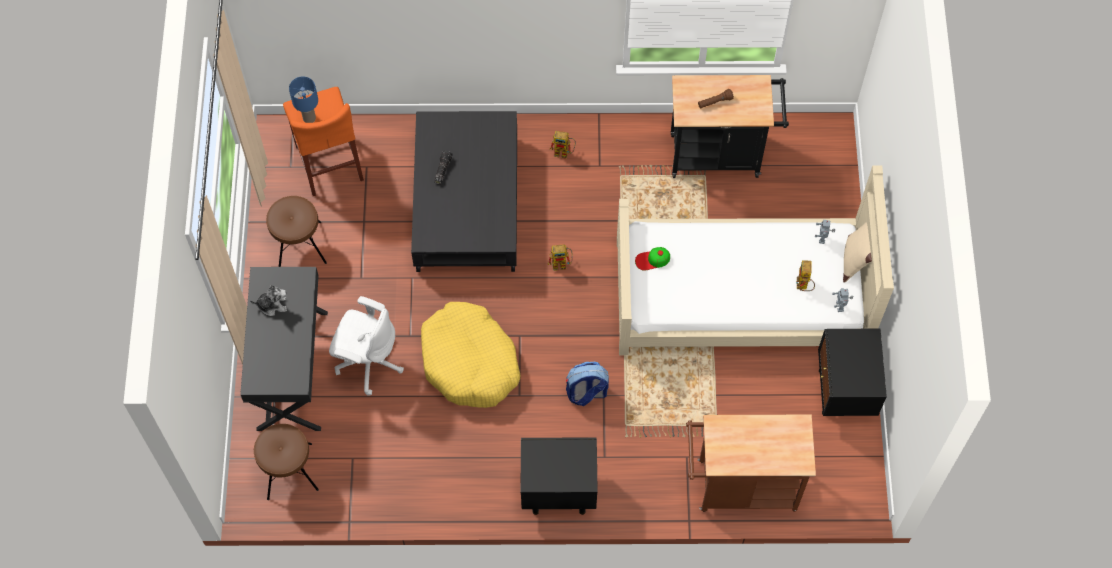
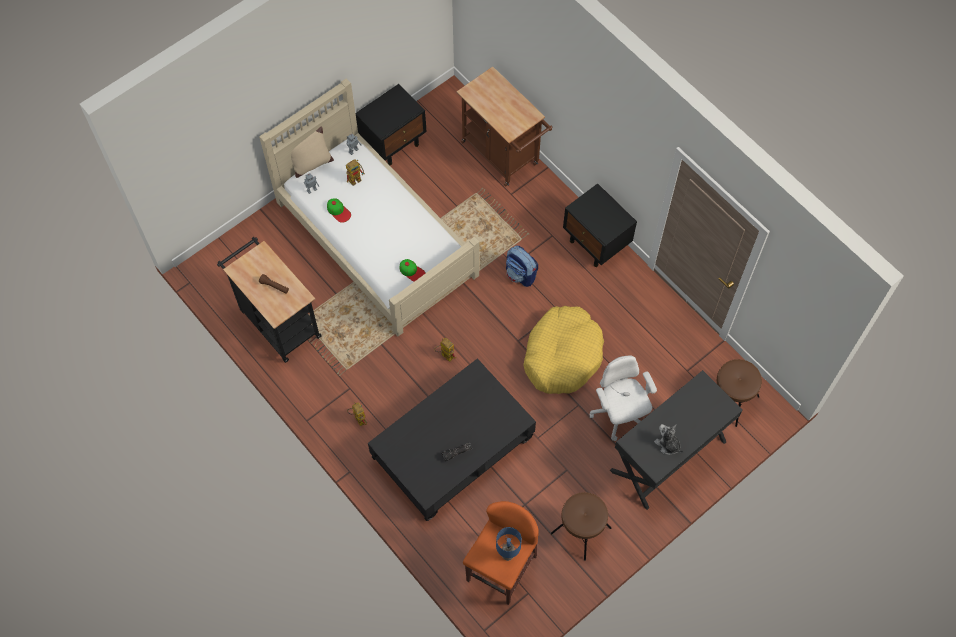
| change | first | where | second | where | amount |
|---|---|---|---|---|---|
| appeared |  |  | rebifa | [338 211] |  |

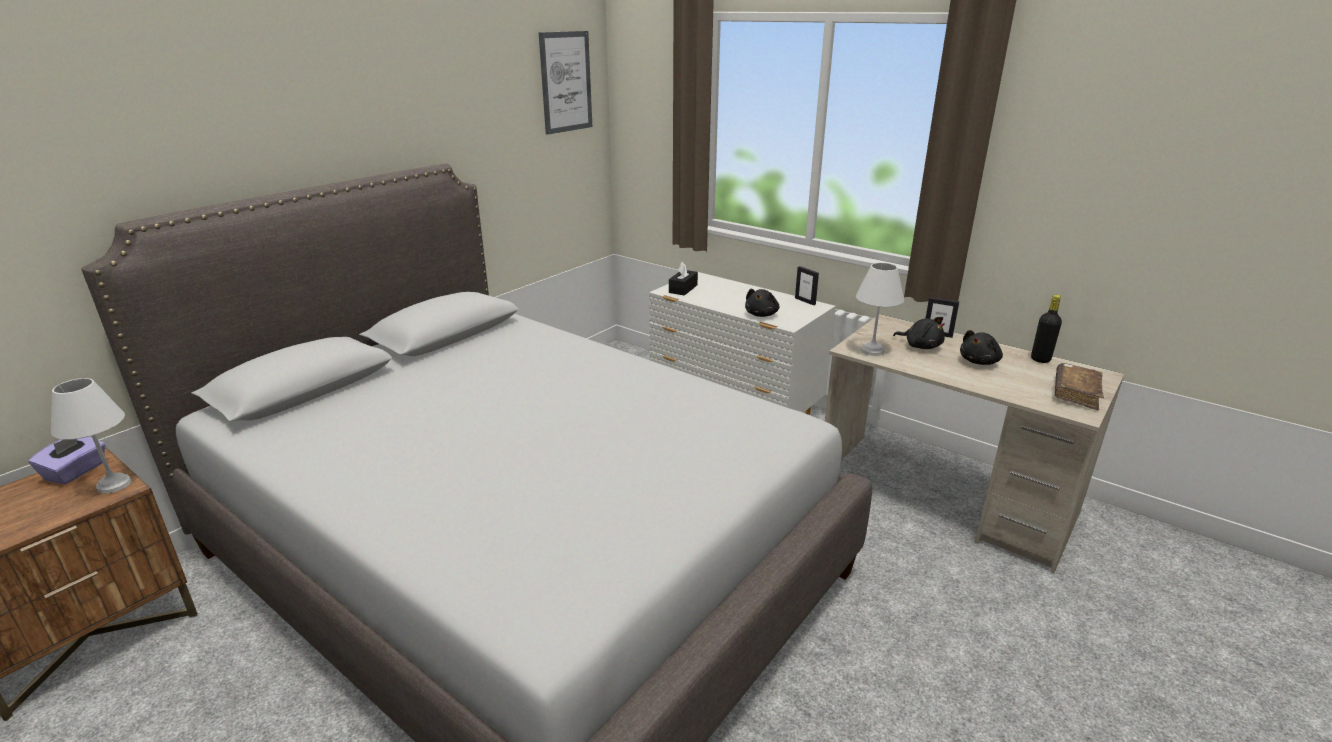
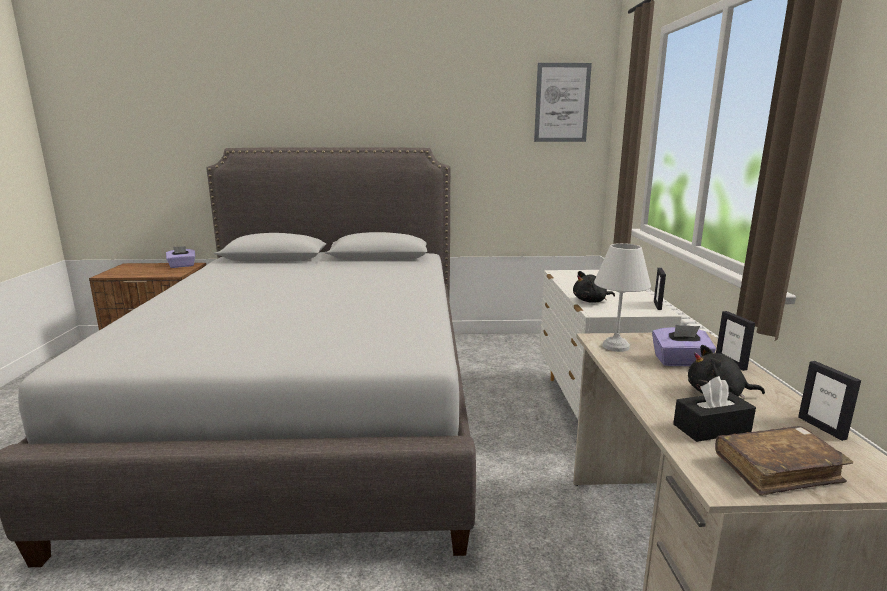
| change | first | where | second | where | amount |
|---|---|---|---|---|---|
| missing | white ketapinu | [113 485] |  |  |  |
| relocated | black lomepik | [683 289] |  | [711 428] |  |
| exchanged | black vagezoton | [920 346] | purple lomepik | [680 362] |  |
| exchanged | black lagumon | [1040 359] | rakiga | [822 428] |  |

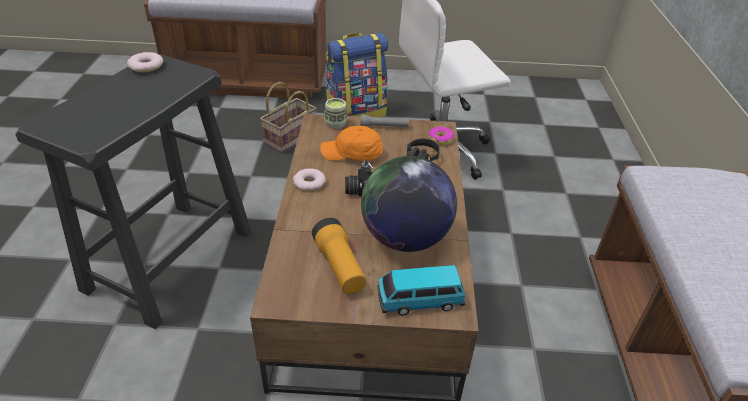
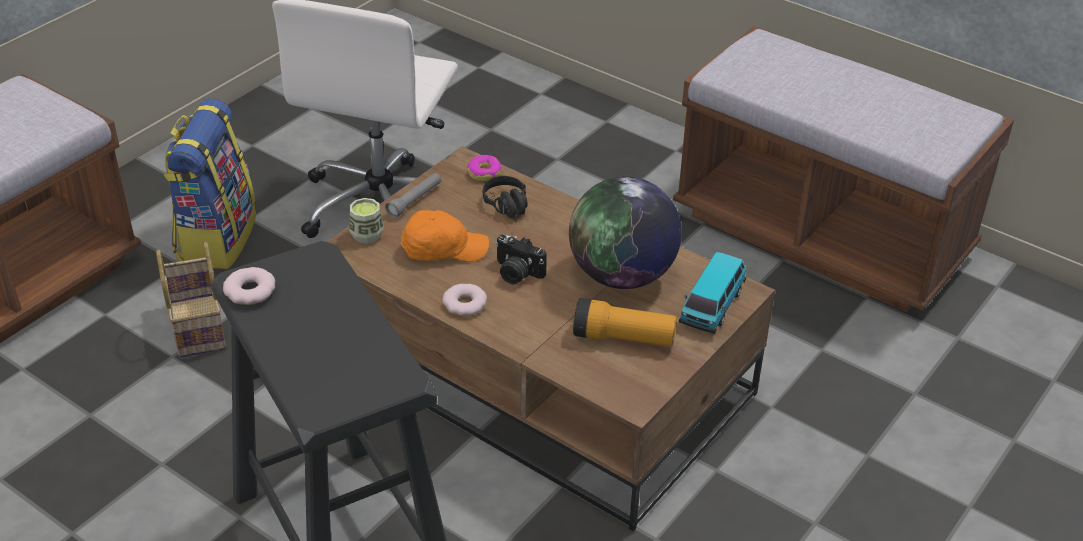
| change | first | where | second | where | amount |
|---|---|---|---|---|---|
| spun | orange rebifa | [352 154] |  | [443 249] | 135 degrees counterclockwise |

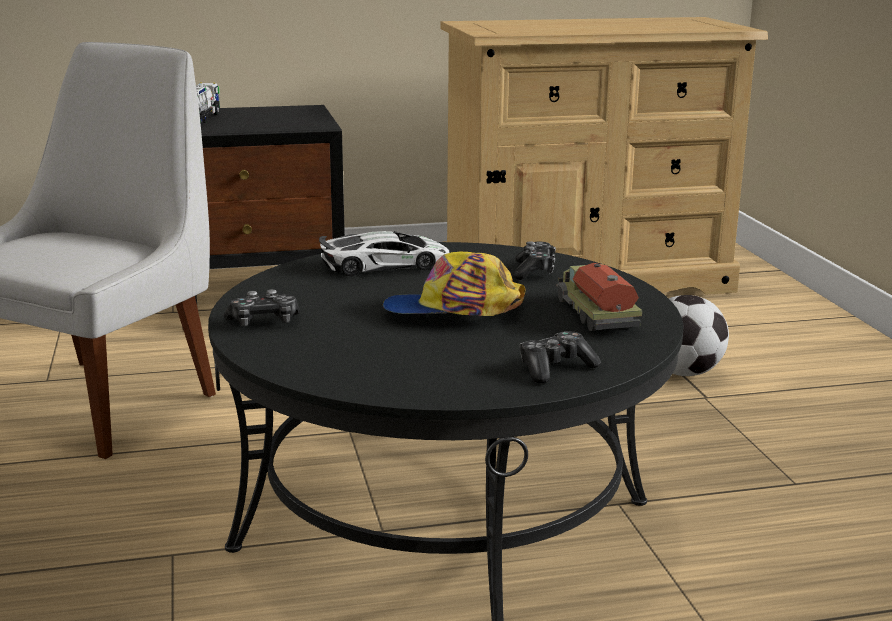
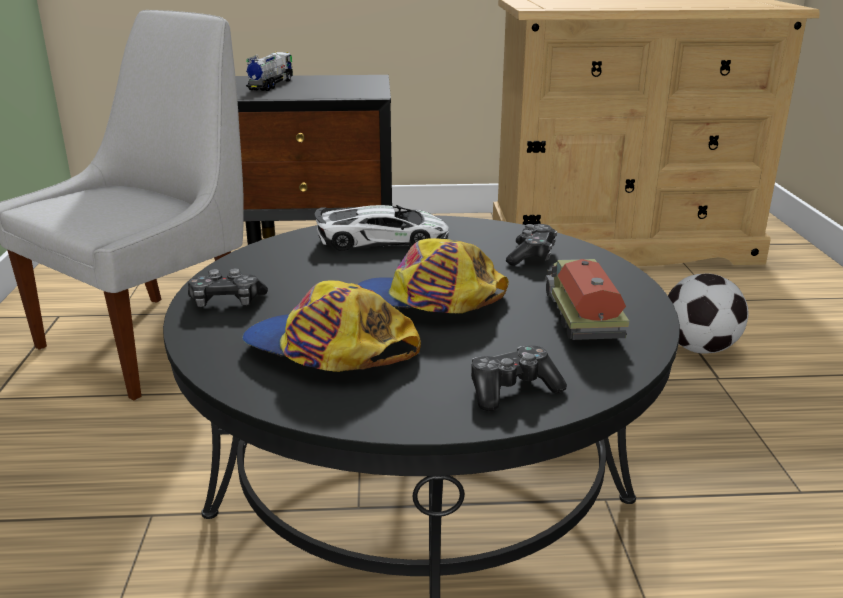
| change | first | where | second | where | amount |
|---|---|---|---|---|---|
| appeared |  |  | rebifa | [328 350] |  |

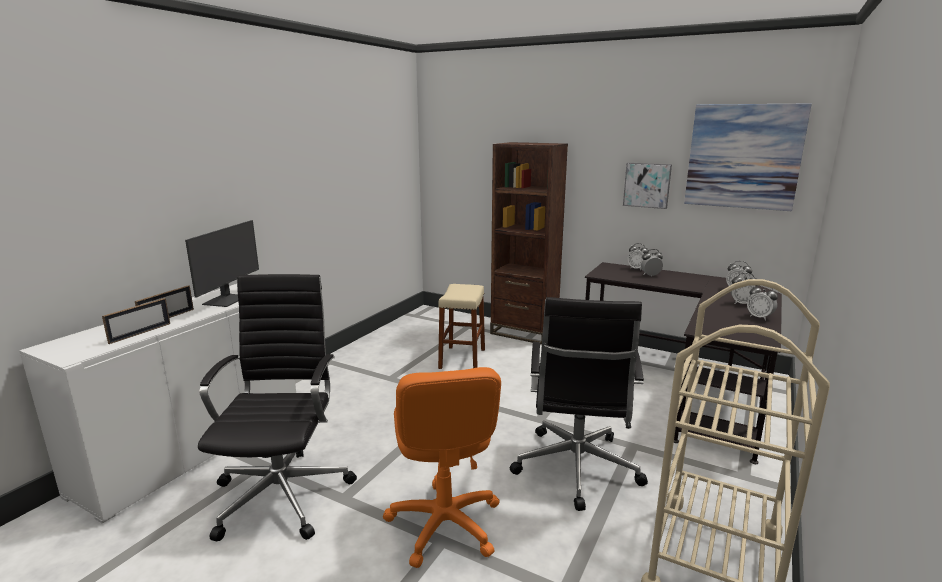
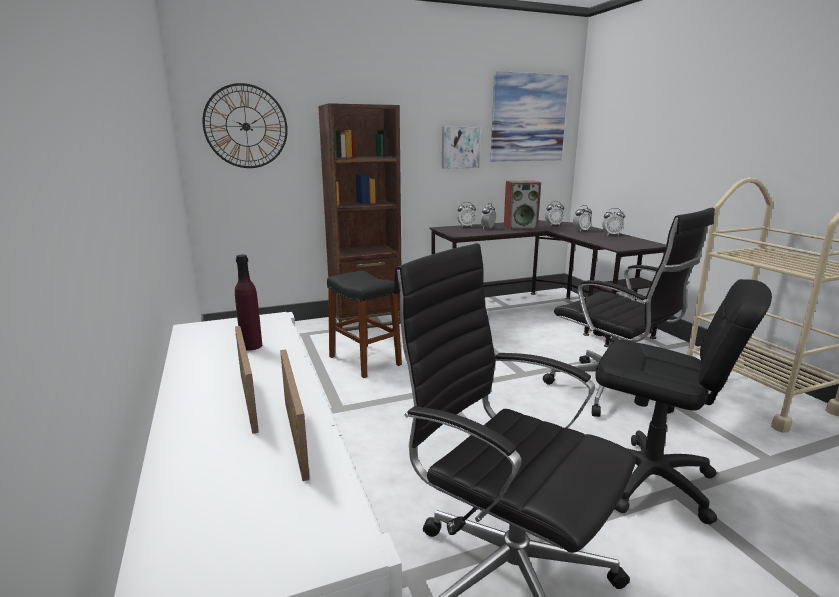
| change | first | where | second | where | amount |
|---|---|---|---|---|---|
| appeared |  |  | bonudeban | [246 126] |  |
| appeared |  |  | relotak | [520 228] |  |
| exchanged | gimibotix | [227 300] | purple lagumon | [251 346] |  |
| colour | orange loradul | [444 524] | black loradul | [650 480] |  |
| colour | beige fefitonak | [462 359] | black fefitonak | [364 360] |  |

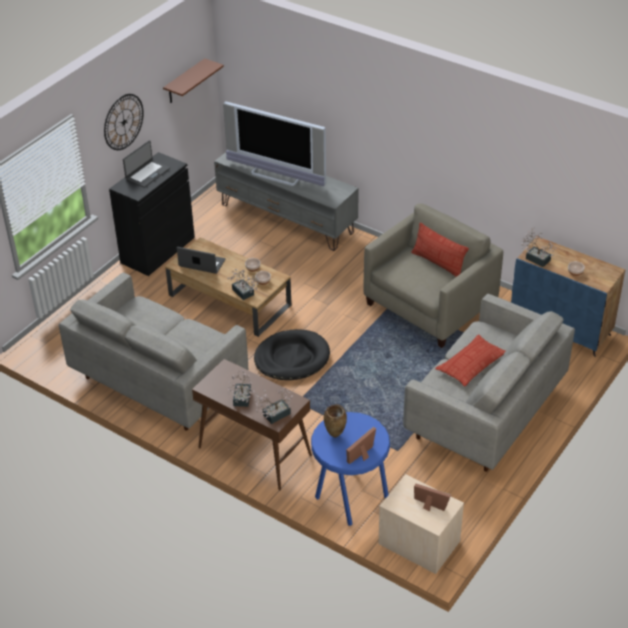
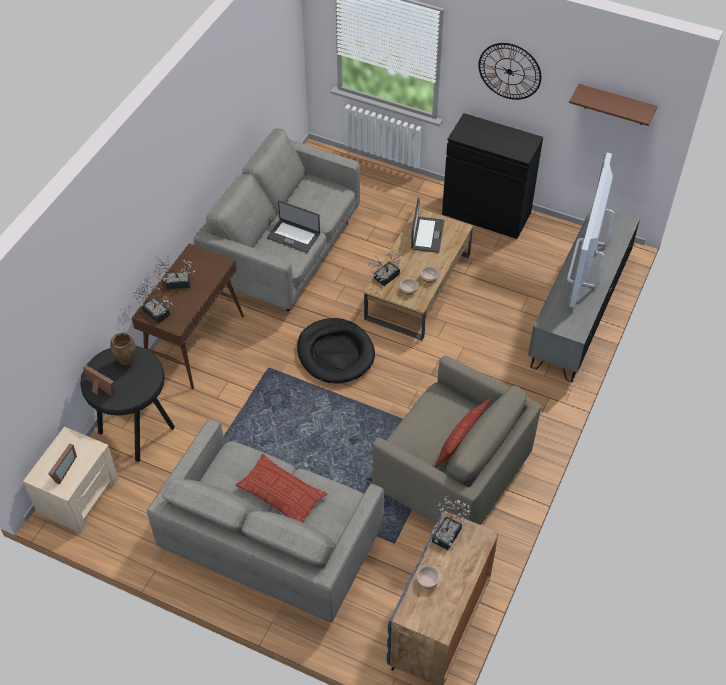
| change | first | where | second | where | amount |
|---|---|---|---|---|---|
| relocated | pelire | [147 174] |  | [294 236] |  |
| colour | blue fefitonak | [350 498] | black fefitonak | [136 429] |  |

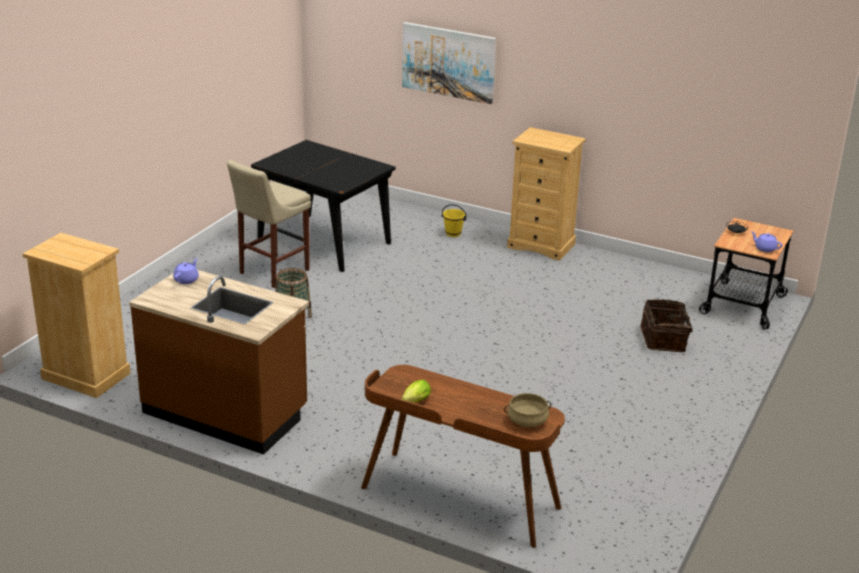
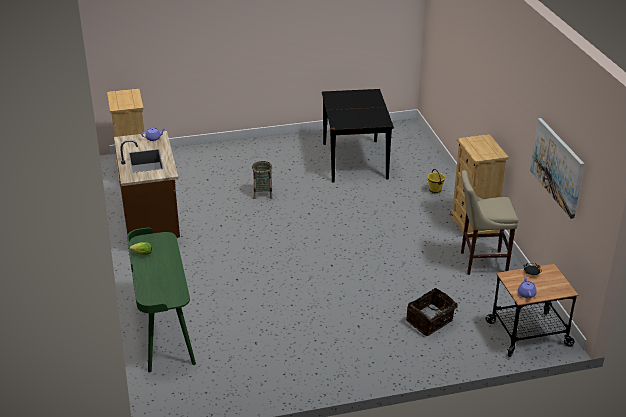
| change | first | where | second | where | amount |
|---|---|---|---|---|---|
| missing | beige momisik | [527 421] |  |  |  |
| relocated | beige fefitonak | [271 272] |  | [481 262] |  |
| relocated | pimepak | [448 62] |  | [557 167] |  |
| colour | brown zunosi | [459 498] | green zunosi | [163 327] |  |

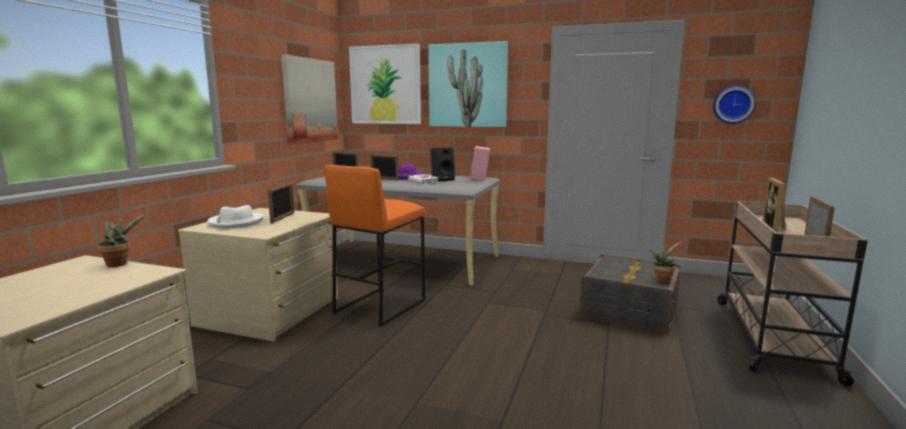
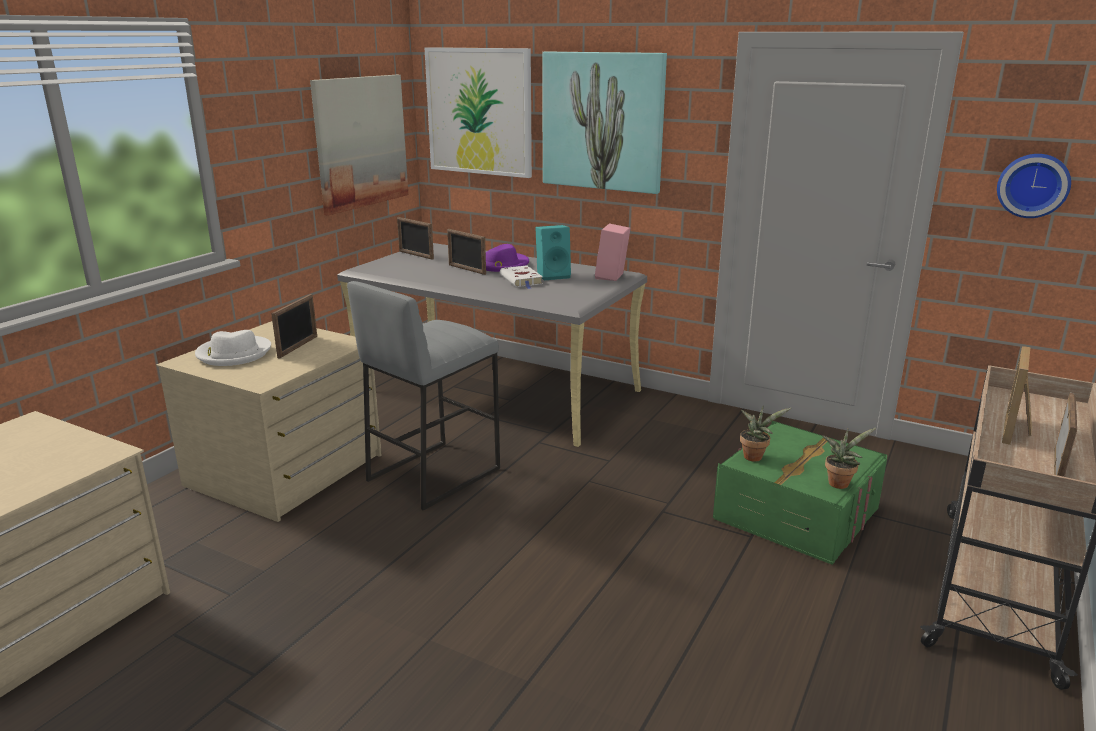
| change | first | where | second | where | amount |
|---|---|---|---|---|---|
| relocated | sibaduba | [120 264] |  | [755 456] |  |
| colour | orange fefitonak | [379 306] | grey fefitonak | [433 473] |  |
| colour | black relotak | [443 179] | turquoise relotak | [553 275] |  |
| colour | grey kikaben | [629 310] | green kikaben | [795 514] |  |

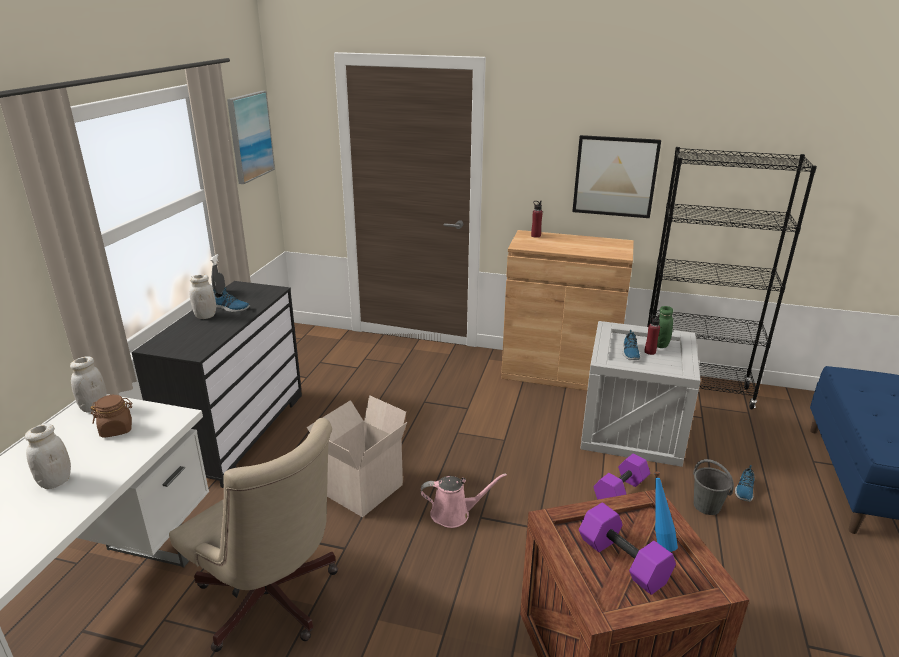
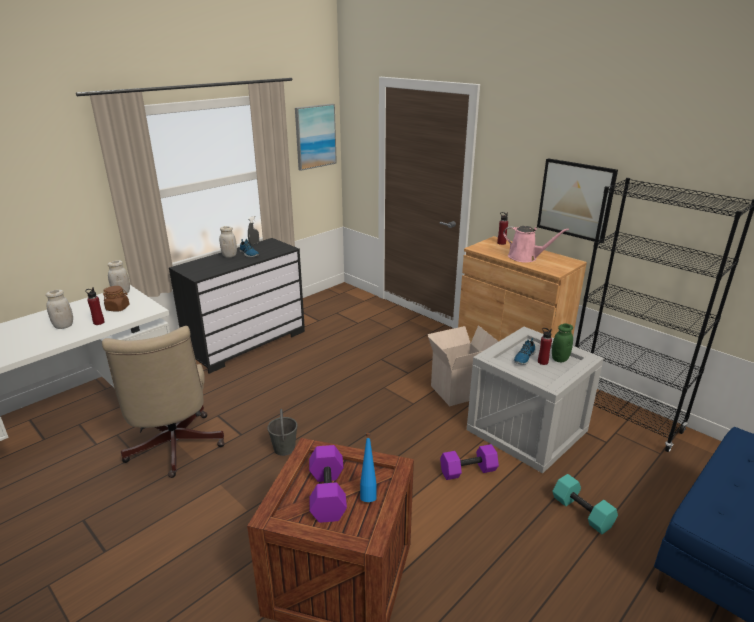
| change | first | where | second | where | amount |
|---|---|---|---|---|---|
| appeared |  |  | red lagumon | [99 322] |  |
| relocated | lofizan | [363 488] |  | [458 390] |  |
| relocated | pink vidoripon | [454 514] |  | [525 257] |  |
| relocated | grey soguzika | [707 506] |  | [284 449] |  |
| exchanged | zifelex | [744 489] | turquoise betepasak | [583 512] |  |

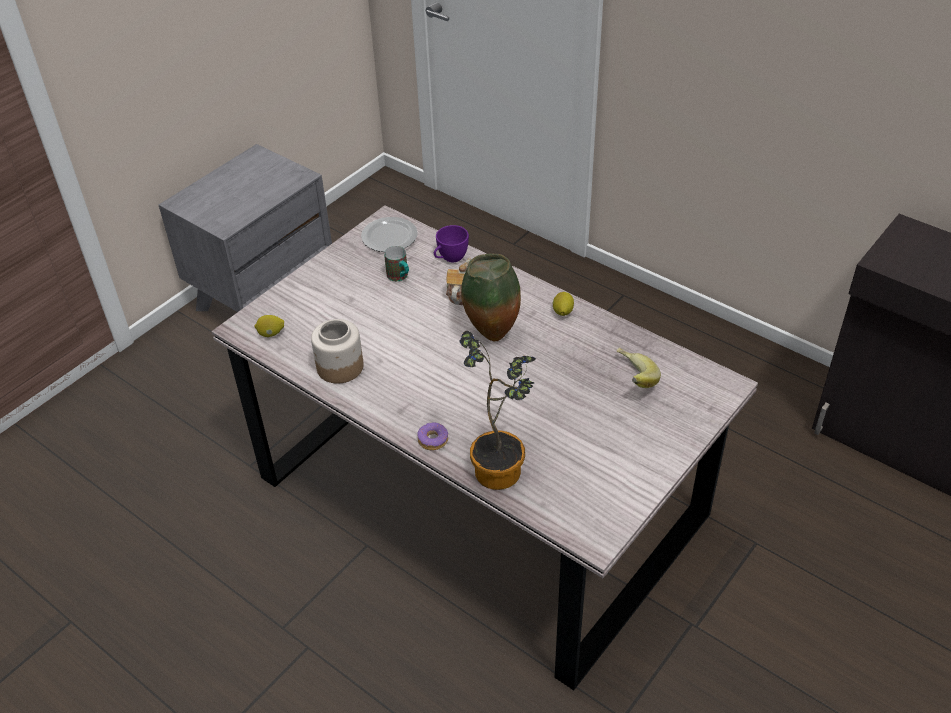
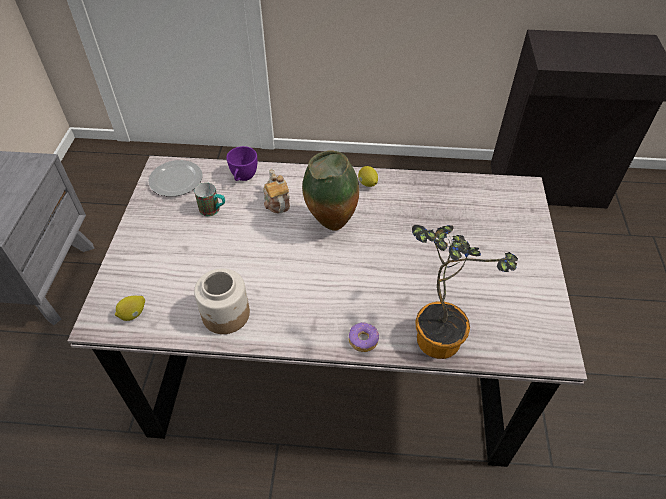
| change | first | where | second | where | amount |
|---|---|---|---|---|---|
| missing | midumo | [632 380] |  |  |  |

